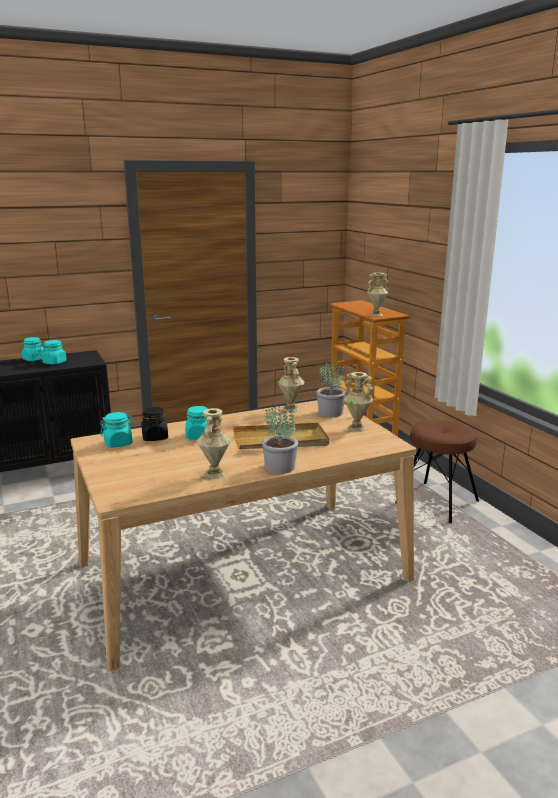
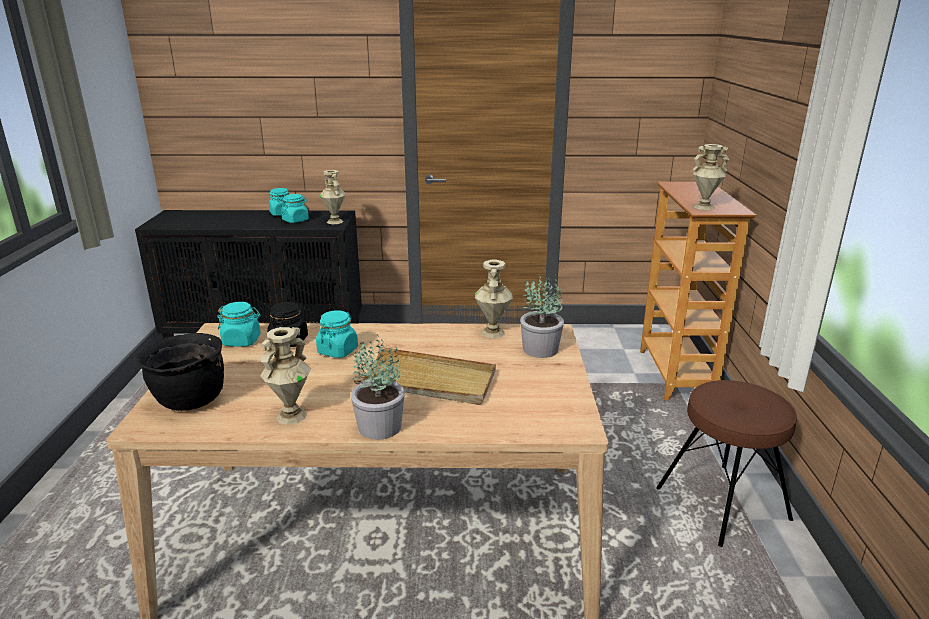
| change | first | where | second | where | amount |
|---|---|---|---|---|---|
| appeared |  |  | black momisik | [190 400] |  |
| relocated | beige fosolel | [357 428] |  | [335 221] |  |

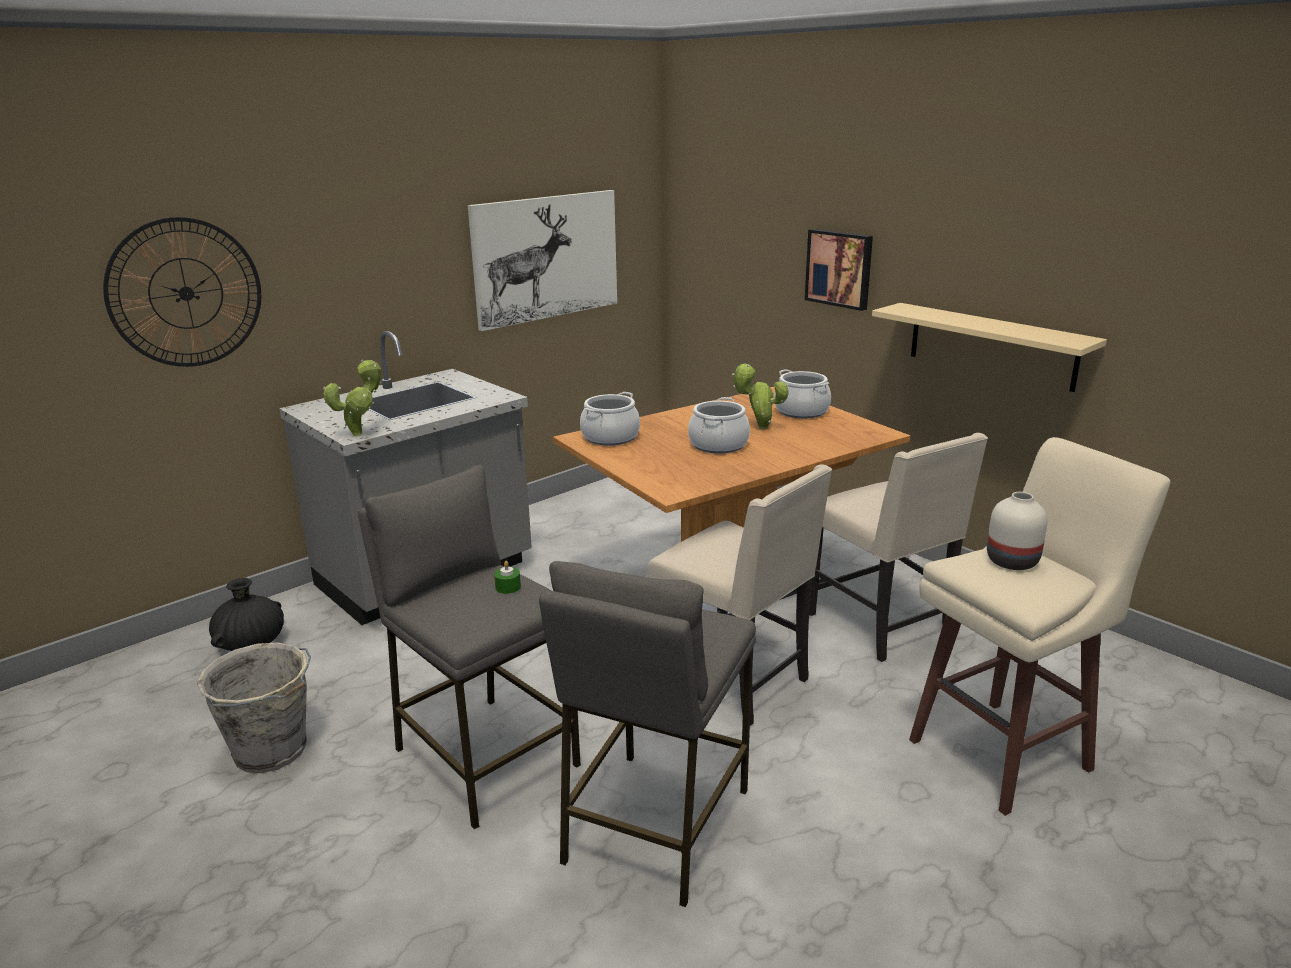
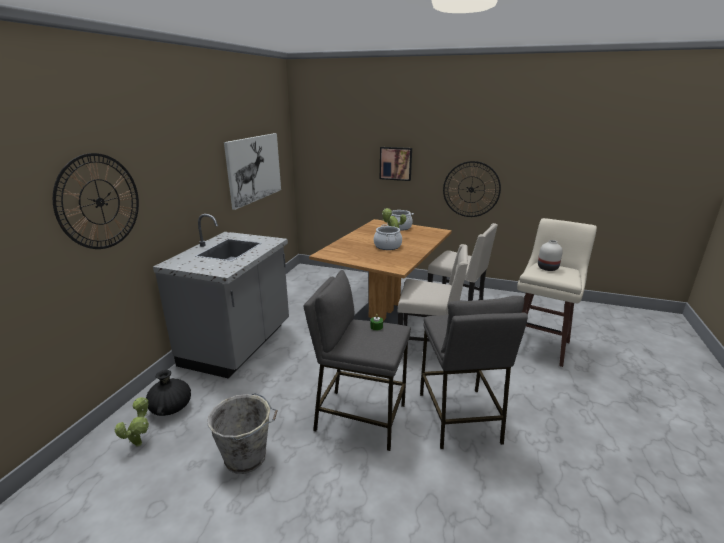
| change | first | where | second | where | amount |
|---|---|---|---|---|---|
| missing | momisik | [610 437] |  |  |  |
| relocated | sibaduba | [361 433] |  | [140 442] |  |
| exchanged | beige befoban | [991 346] | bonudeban | [471 189] |  |

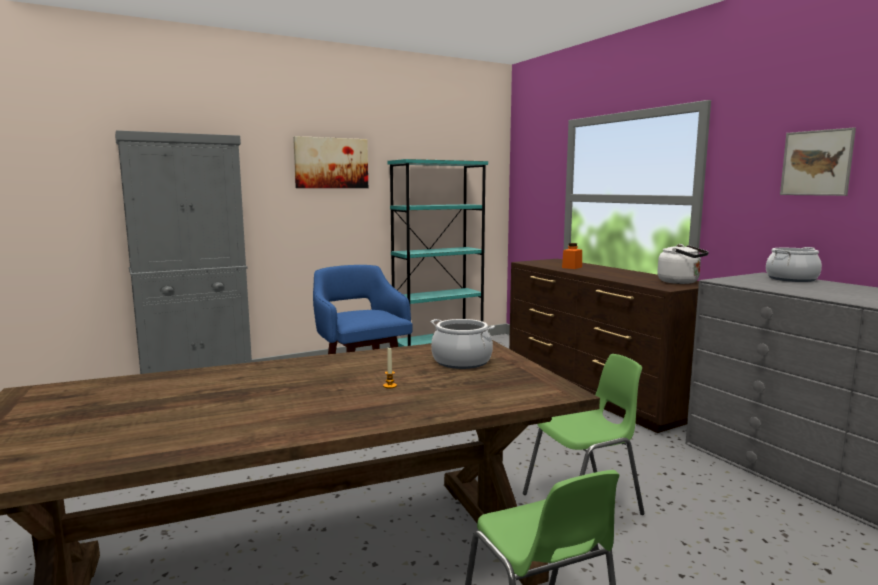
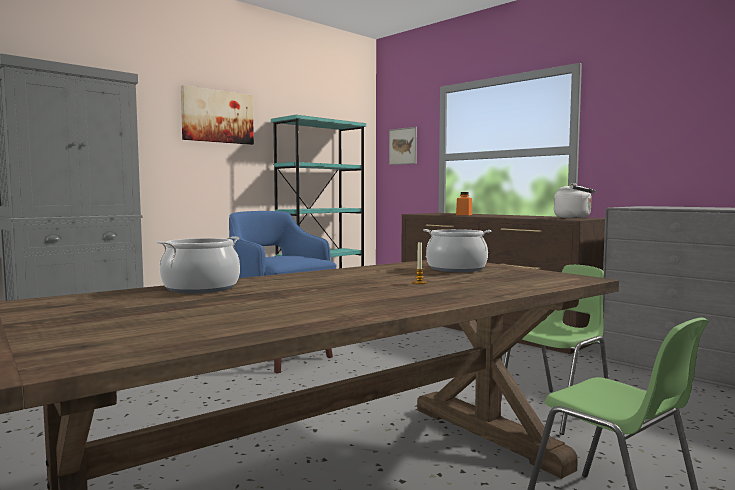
| change | first | where | second | where | amount |
|---|---|---|---|---|---|
| relocated | momisik | [791 279] |  | [200 288] |  |
| relocated | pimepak | [816 163] |  | [403 146] |  |

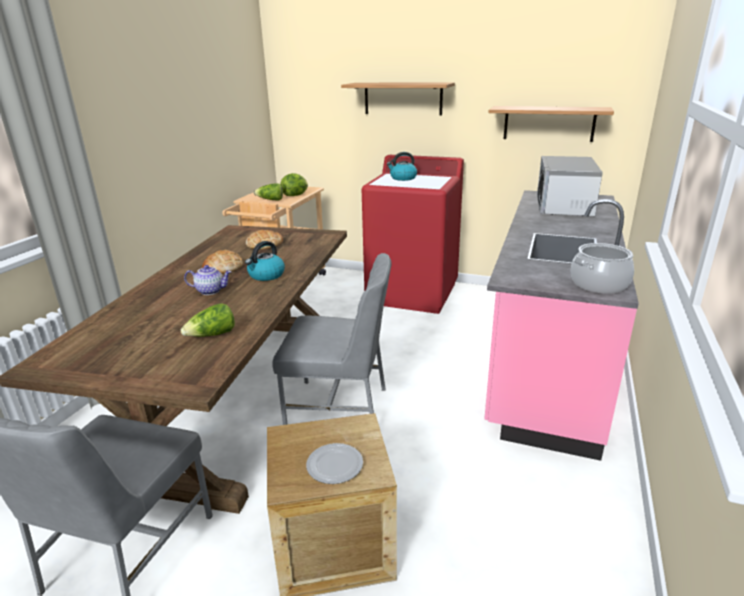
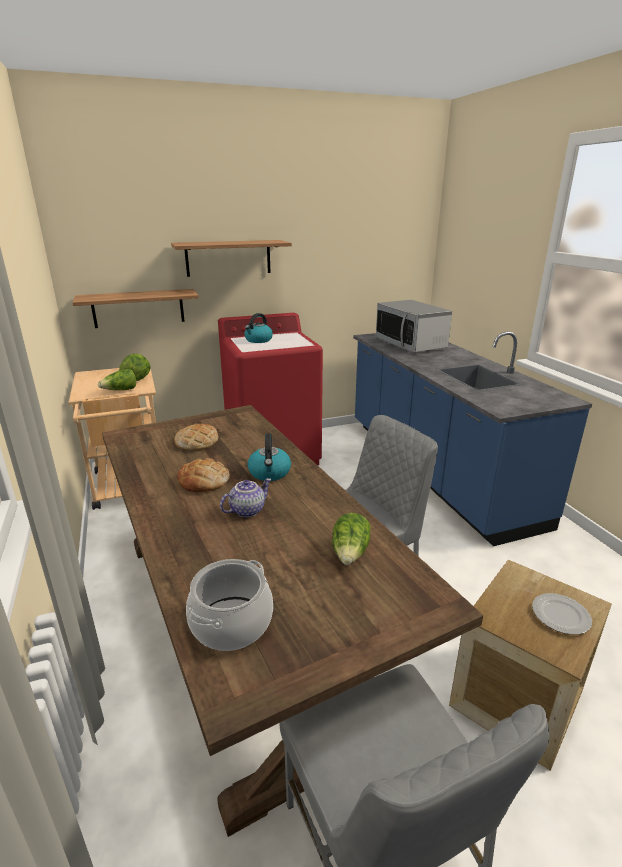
| change | first | where | second | where | amount |
|---|---|---|---|---|---|
| relocated | befoban | [549 123] |  | [138 308] |  |
| relocated | momisik | [599 284] |  | [232 623] |  |
| colour | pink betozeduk | [546 355] | blue betozeduk | [435 470] |  |

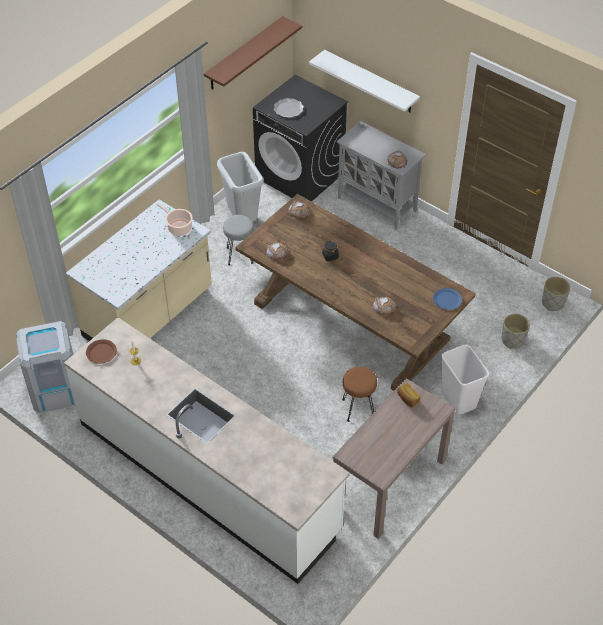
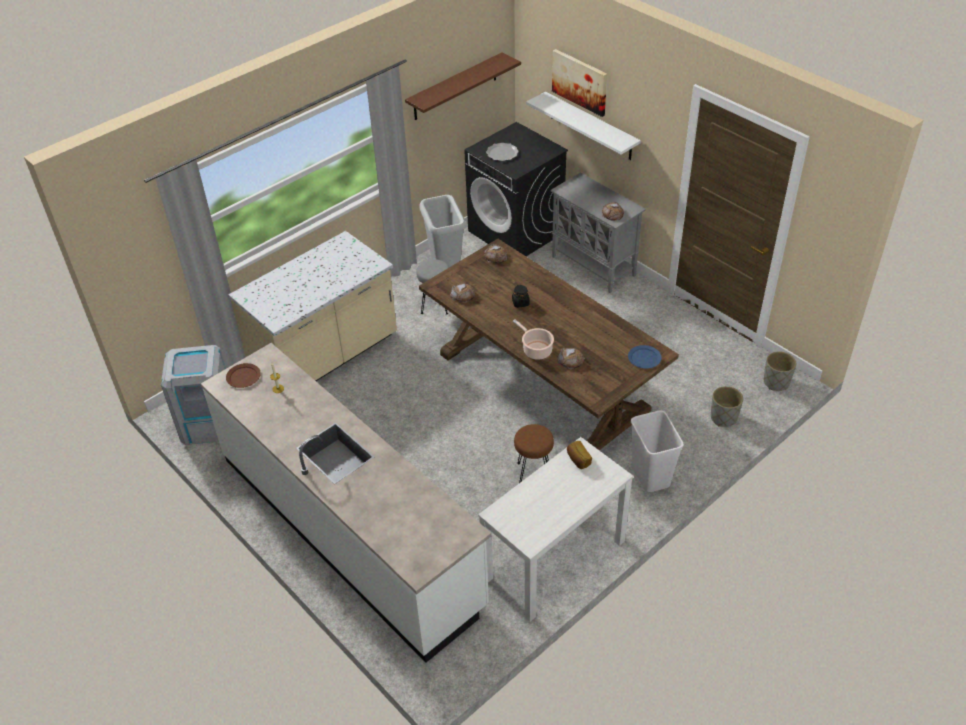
| change | first | where | second | where | amount |
|---|---|---|---|---|---|
| appeared |  |  | pimepak | [580 82] |  |
| relocated | momisik | [178 227] |  | [536 350] |  |
| colour | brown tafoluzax | [389 483] | white tafoluzax | [554 560] |  |

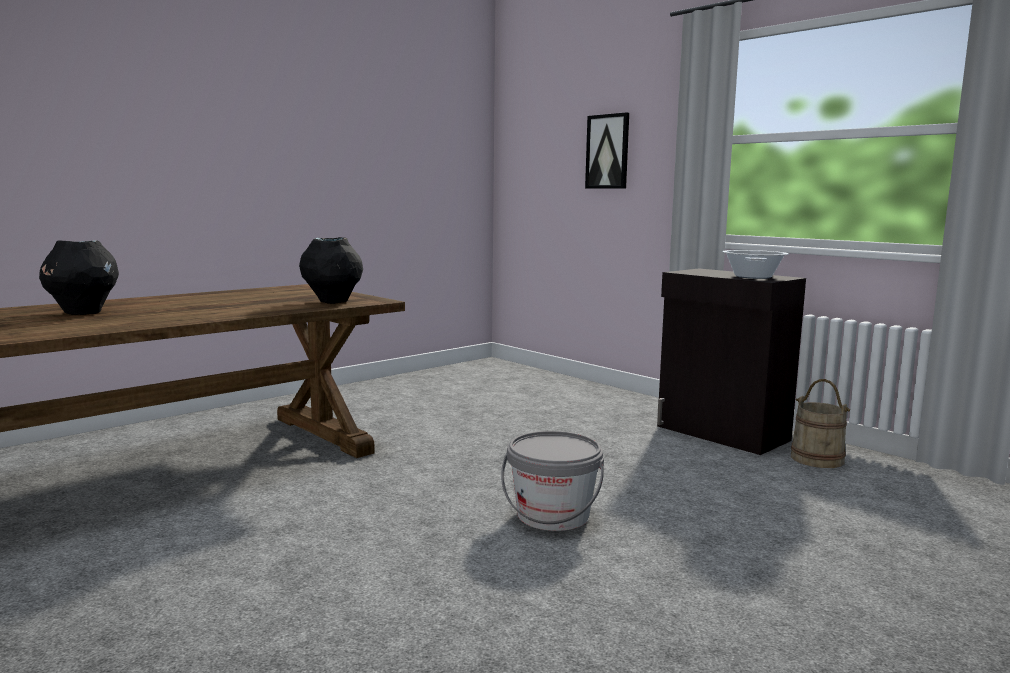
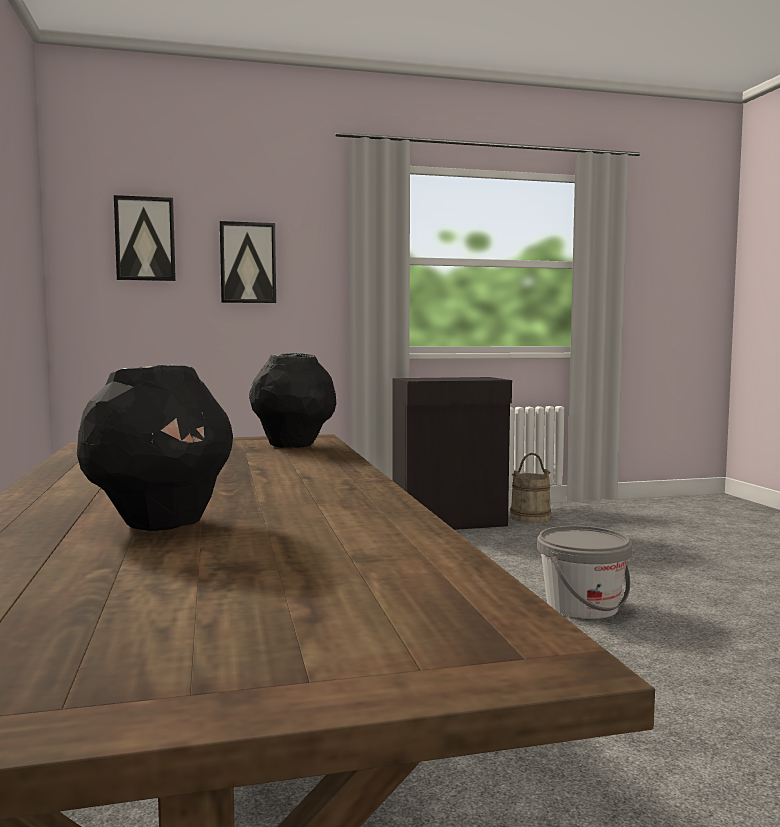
| change | first | where | second | where | amount |
|---|---|---|---|---|---|
| missing | momisik | [753 277] |  |  |  |
| appeared |  |  | pimepak | [145 239] |  |

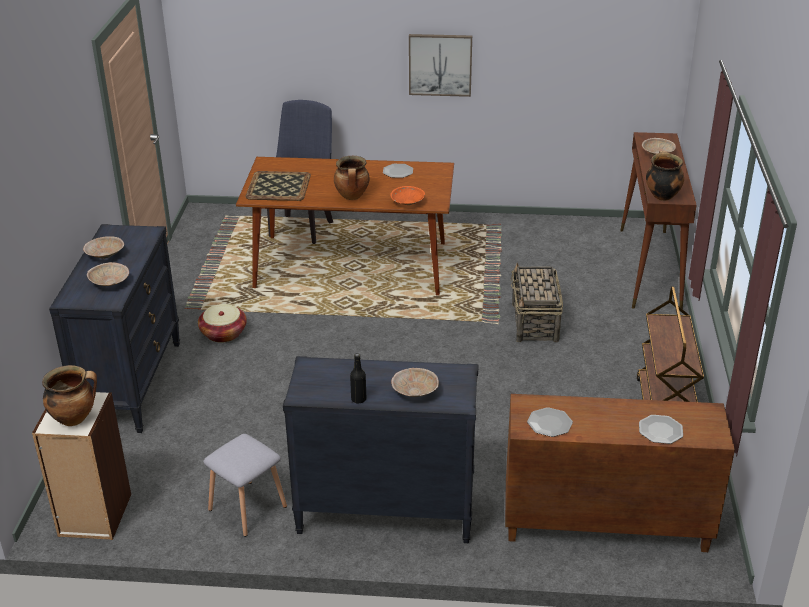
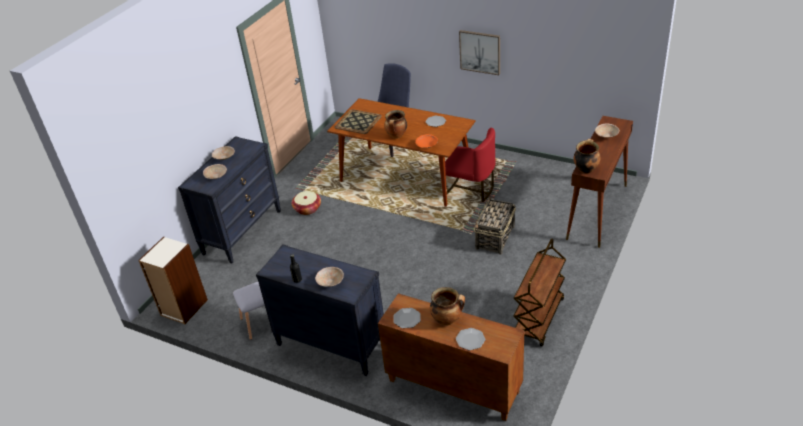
| change | first | where | second | where | amount |
|---|---|---|---|---|---|
| appeared |  |  | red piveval | [469 190] |  |
| relocated | momisik | [75 418] |  | [447 319] |  |

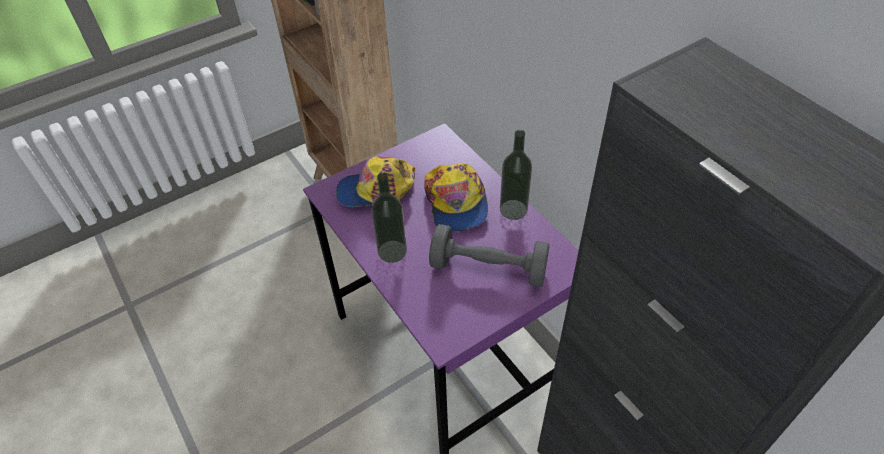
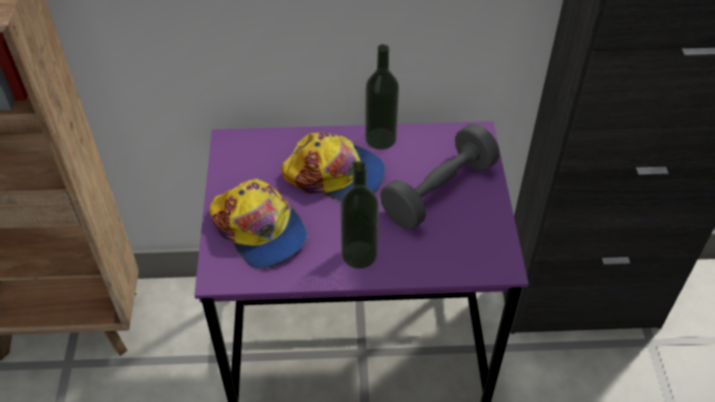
| change | first | where | second | where | amount |
|---|---|---|---|---|---|
| spun | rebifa | [376 190] |  | [260 229] | 60 degrees counterclockwise |

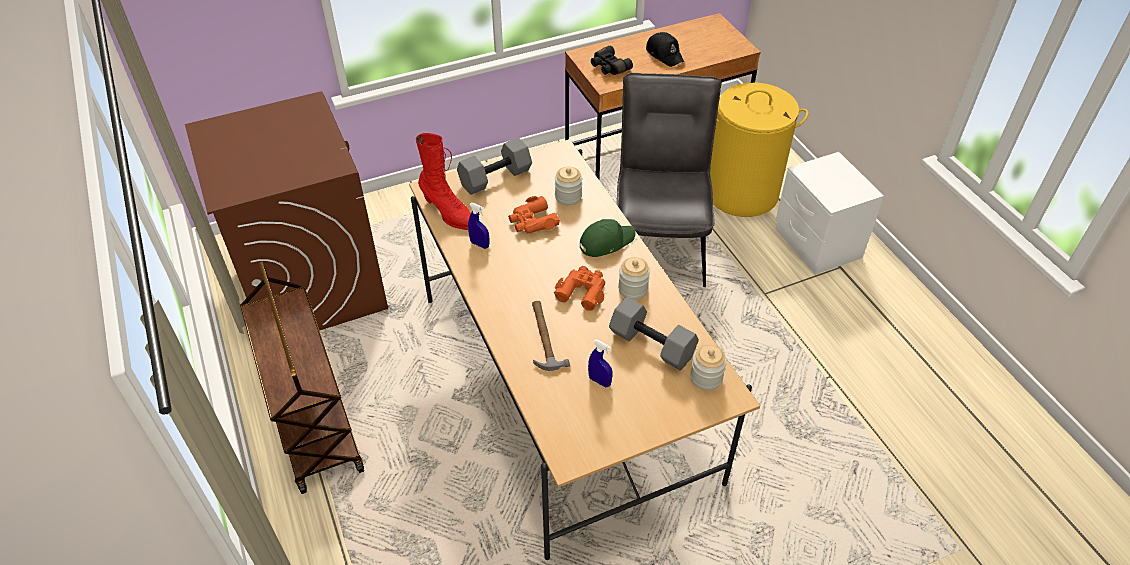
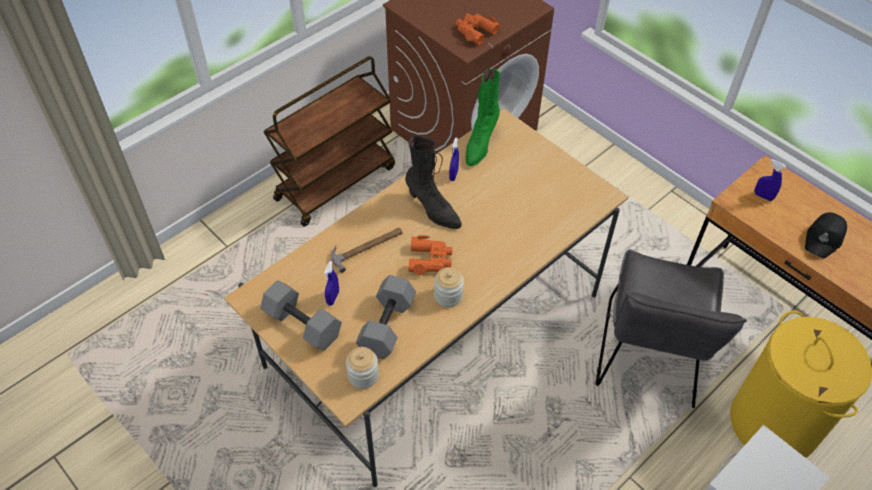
| change | first | where | second | where | amount |
|---|---|---|---|---|---|
| missing | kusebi | [568 197] |  |  |  |
| missing | green rebifa | [606 242] |  |  |  |
| appeared |  |  | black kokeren | [432 209] |  |
| relocated | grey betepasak | [495 177] |  | [304 324] |  |
| relocated | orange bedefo | [532 222] |  | [475 31] |  |
| exchanged | black bedefo | [608 67] | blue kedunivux | [763 196] |  |
| colour | red kokeren | [449 213] | green kokeren | [480 144] |  |
| spun | grey piveval | [659 242] |  | [648 360] | 120 degrees clockwise |

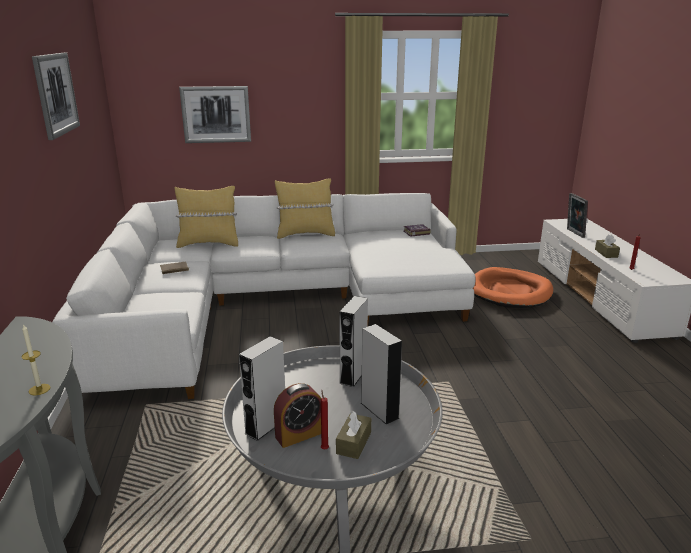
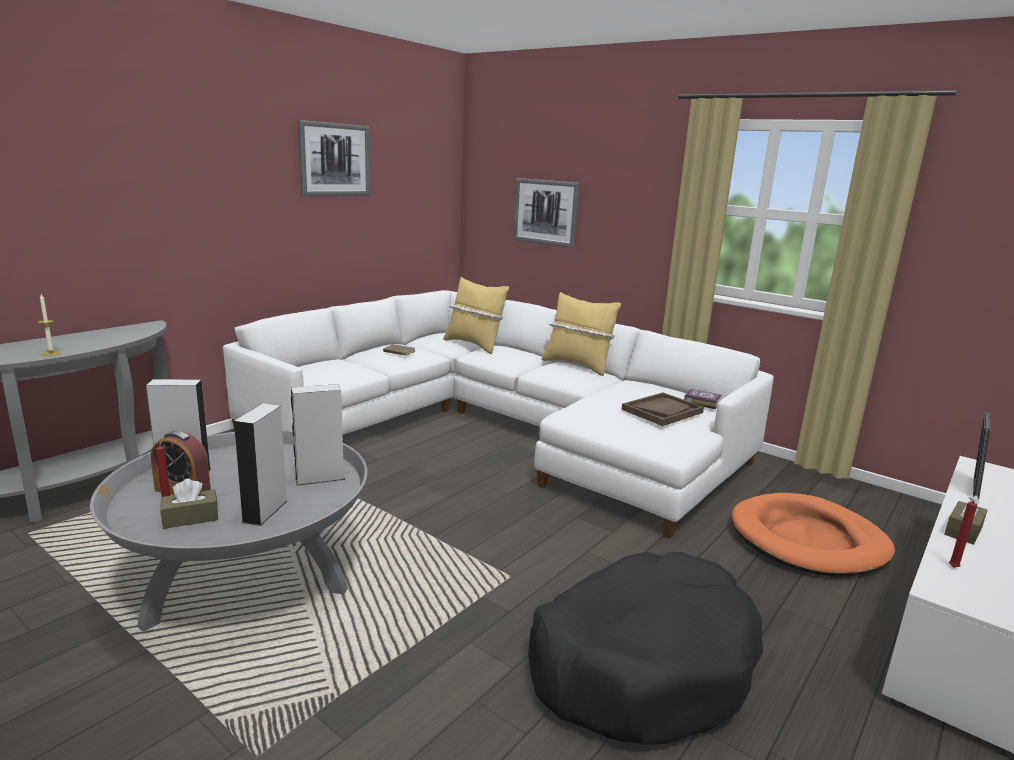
| change | first | where | second | where | amount |
|---|---|---|---|---|---|
| appeared |  |  | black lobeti | [641 664] |  |
| appeared |  |  | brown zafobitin | [662 411] |  |

